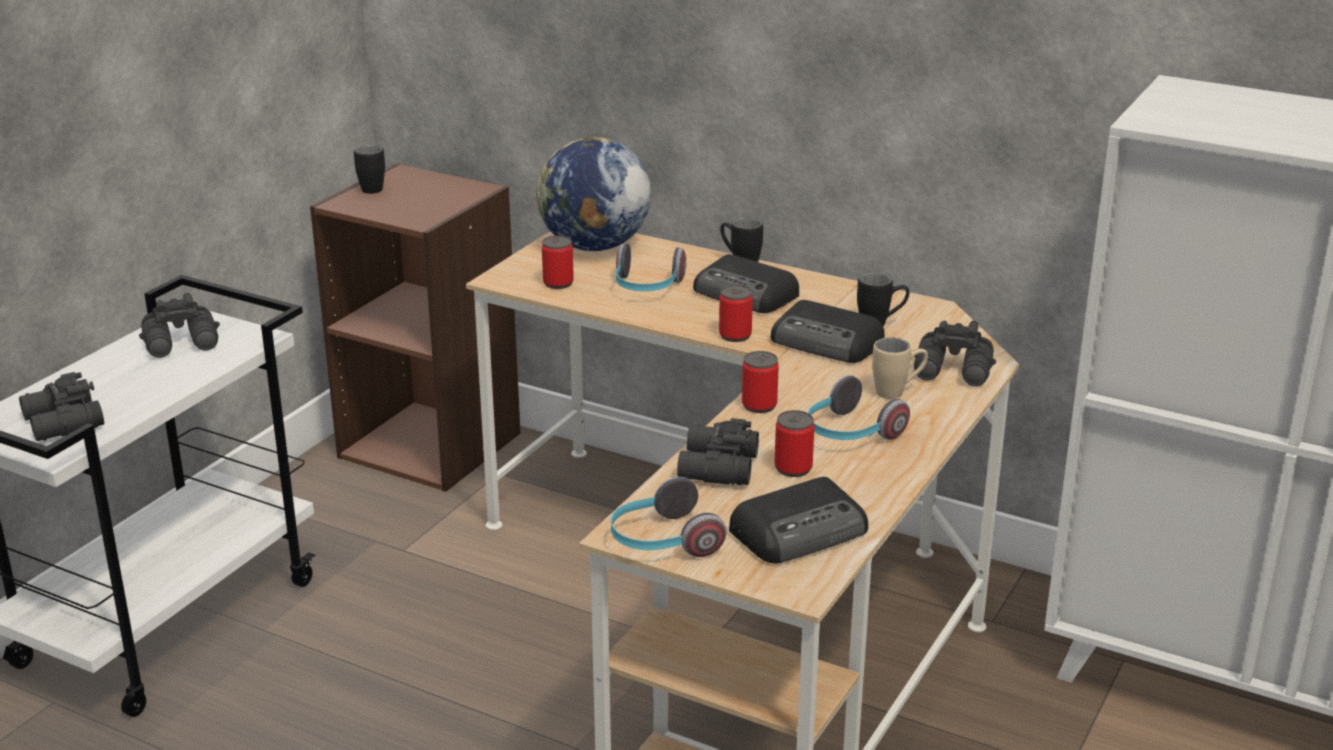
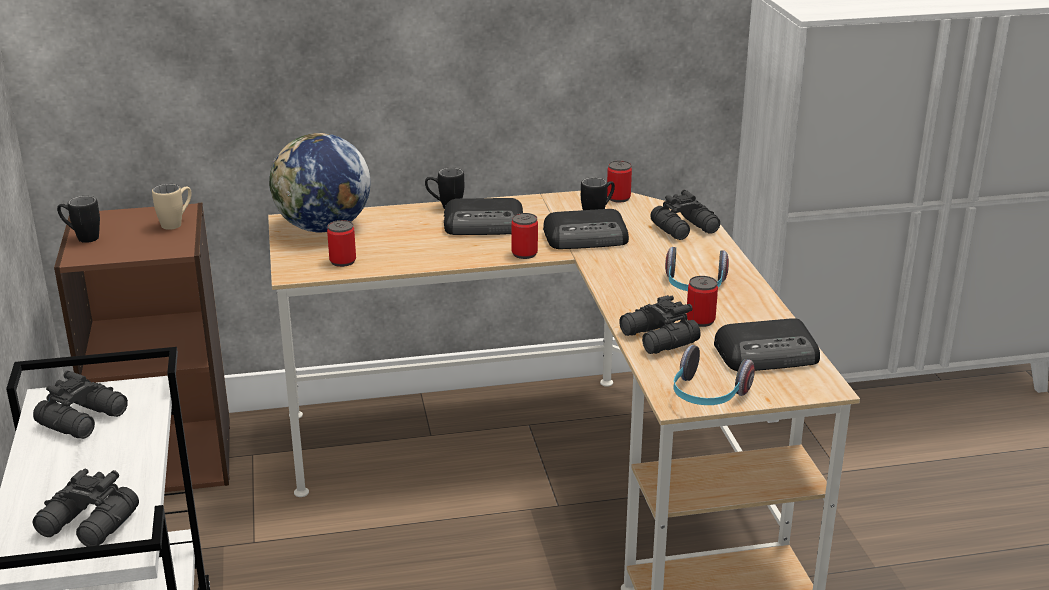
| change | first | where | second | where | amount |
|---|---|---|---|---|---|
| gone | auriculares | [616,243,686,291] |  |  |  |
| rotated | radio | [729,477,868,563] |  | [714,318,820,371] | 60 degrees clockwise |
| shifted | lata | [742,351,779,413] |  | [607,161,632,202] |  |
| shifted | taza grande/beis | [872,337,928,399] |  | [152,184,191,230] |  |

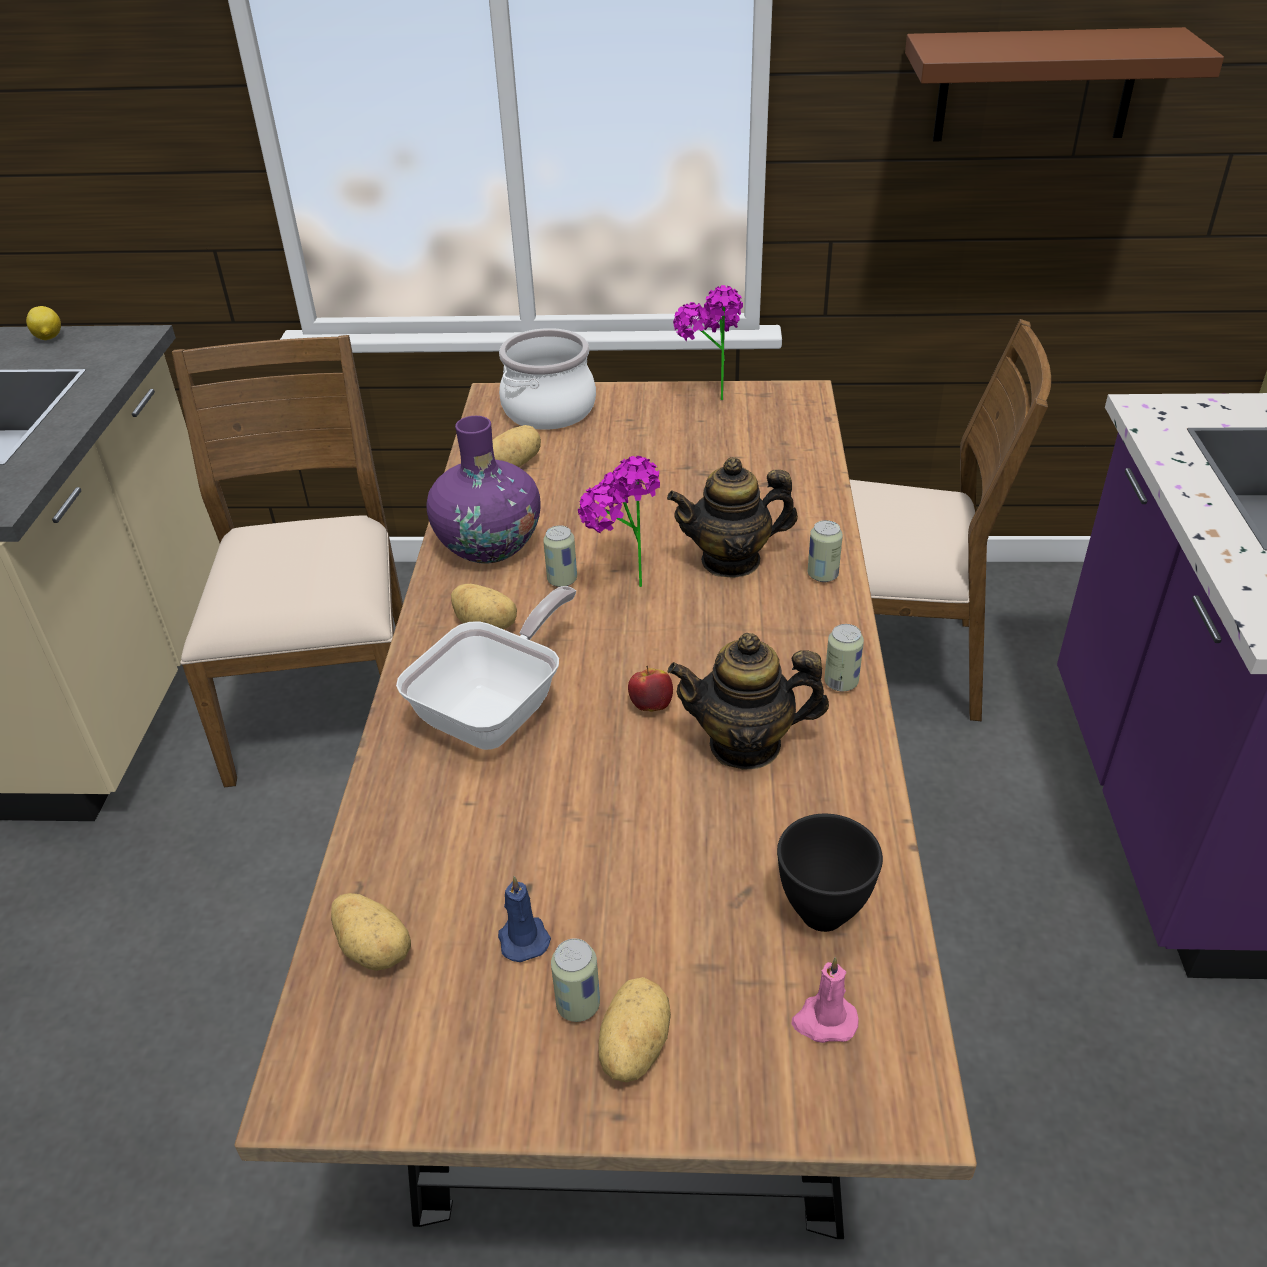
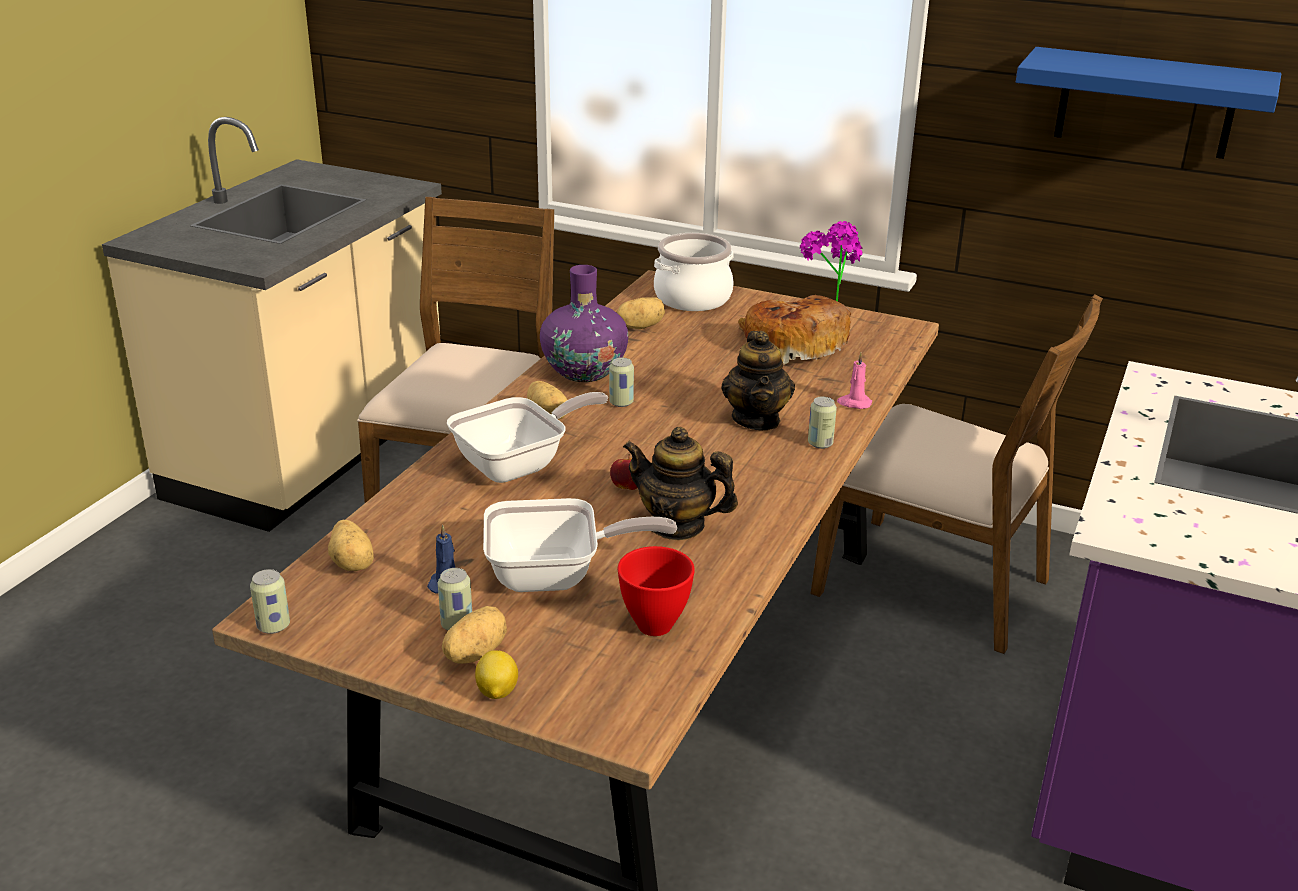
| change | first | where | second | where | amount |
|---|---|---|---|---|---|
| shifted | limón | [26,306,61,340] |  | [475,650,518,699] |  |
| gone | planta en maceta | [578,456,660,587] |  |  |  |
| rotated | tetera | [667,457,798,578] |  | [721,331,795,430] | 105 degrees counterclockwise |
| repainted | cuenco/negro | [777,814,883,932] | cuenco/rojo | [618,546,695,636] |  |
| shifted | vela/rosa | [791,957,859,1043] |  | [837,353,872,409] |  |
| shifted | lata | [824,624,864,691] |  | [250,569,290,634] |  |
| repainted | estante/marrón | [905,27,1224,141] | estante/azul | [1016,47,1281,159] |  |
| new |  |  | sartén | [483,498,677,592] |  |
| new |  |  | pan | [738,295,851,365] |  |

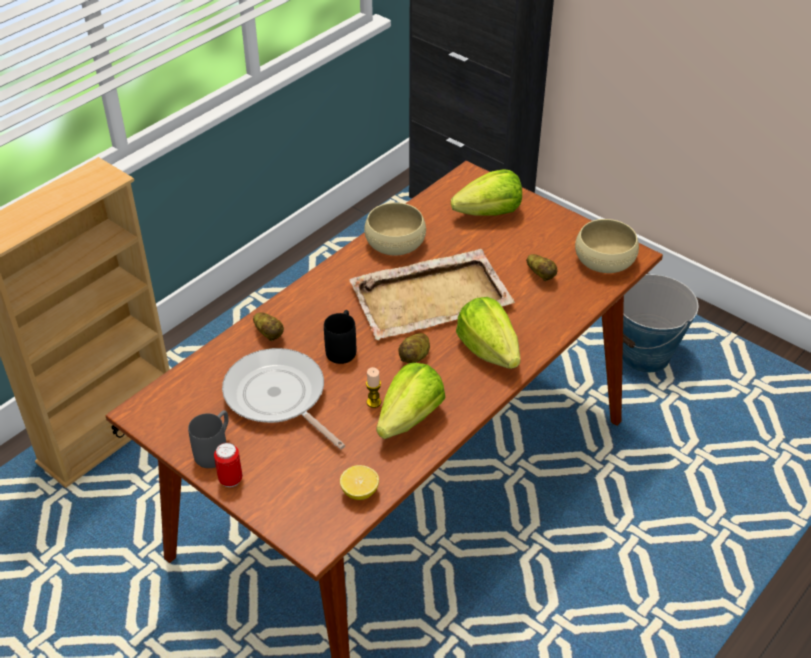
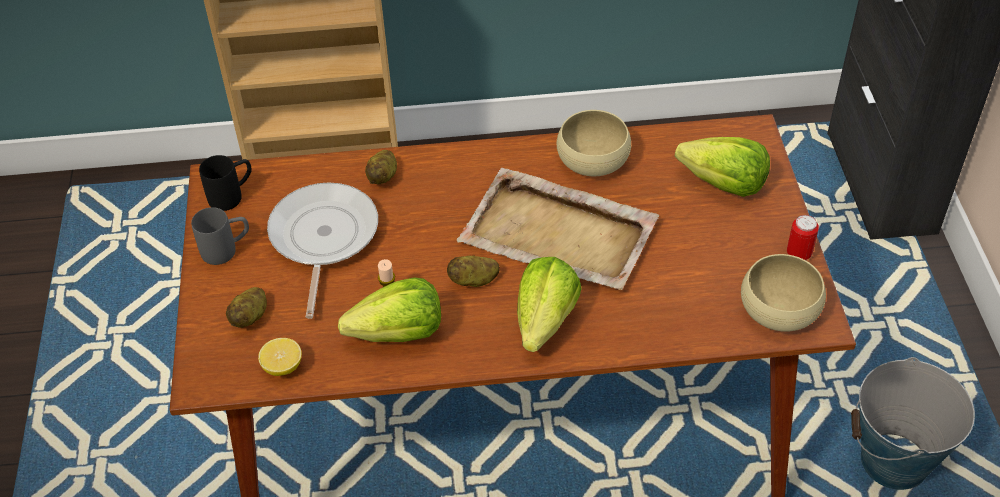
| change | first | where | second | where | amount |
|---|---|---|---|---|---|
| shifted | lata | [214,443,243,487] |  | [787,215,819,260] |  |
| shifted | taza grande/negro | [324,310,356,364] |  | [199,155,252,211] |  |
| shifted | patata | [526,254,557,281] |  | [226,287,267,328] |  |

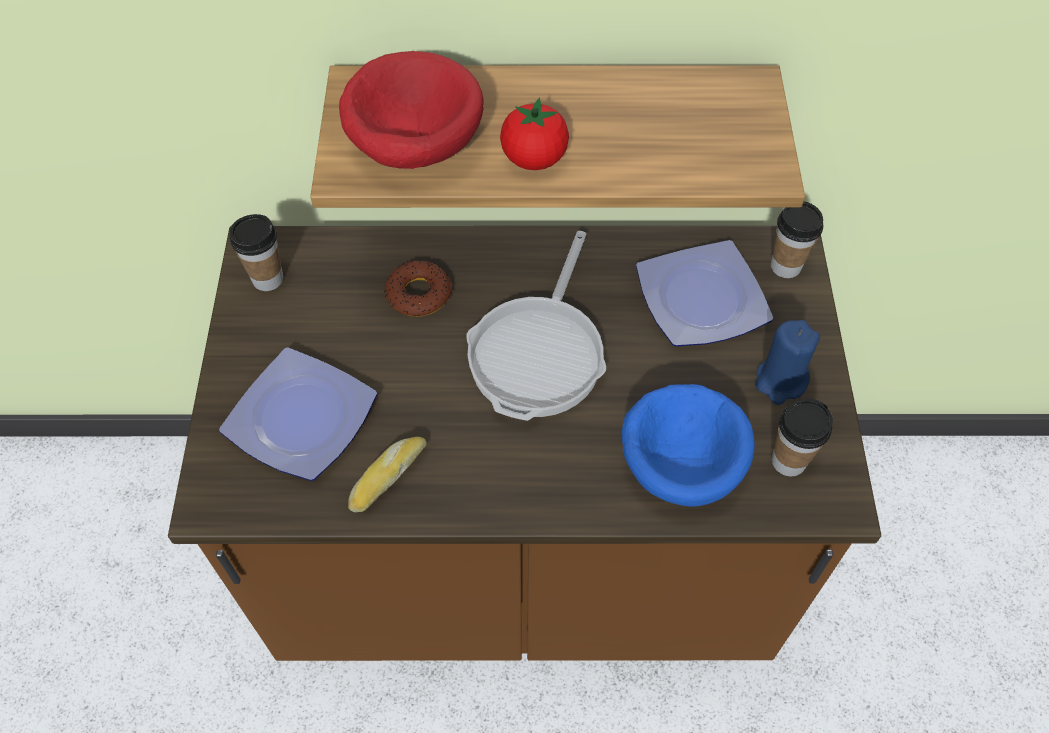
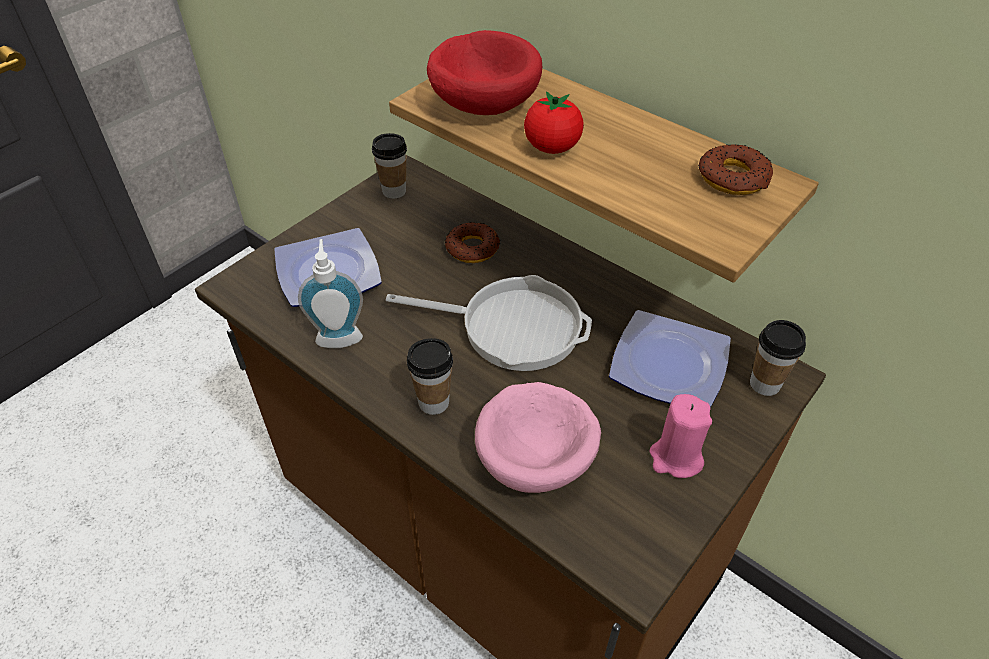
| change | first | where | second | where | amount |
|---|---|---|---|---|---|
| swapped | pan | [348,437,427,512] | dispensador de jabón | [298,239,363,348] |  |
| rotated | sartén | [466,231,606,421] |  | [386,275,592,371] | 135 degrees counterclockwise |
| repainted | cuenco/azul | [622,384,755,507] | cuenco/rosa | [475,382,601,493] |  |
| repainted | vela/azul | [756,320,820,405] | vela/rosa | [649,394,712,478] |  |
| shifted | taza | [772,398,833,477] |  | [407,338,453,415] |  |
| new |  |  | rosquilla | [698,144,773,195] |  |

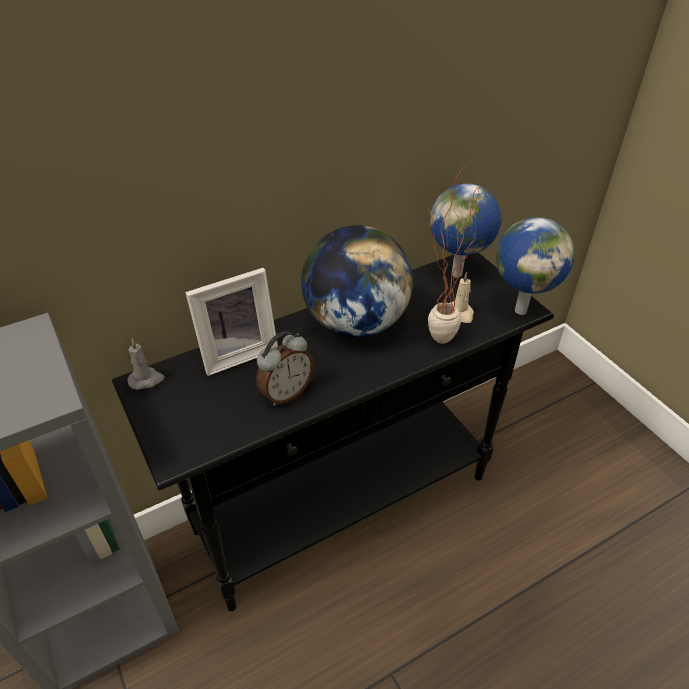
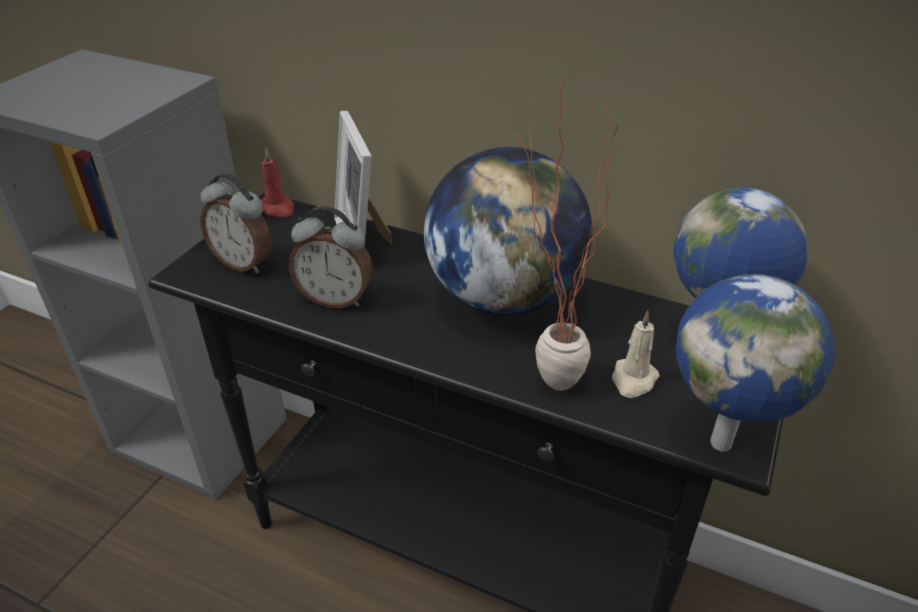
| change | first | where | second | where | amount |
|---|---|---|---|---|---|
| repainted | vela/gris | [128,339,164,390] | vela/rojo | [261,148,294,217] |  |
| rotated | portarretratos | [185,268,278,376] |  | [334,111,392,246] | 45 degrees clockwise |
| new |  |  | despertador | [200,173,271,274] |  |

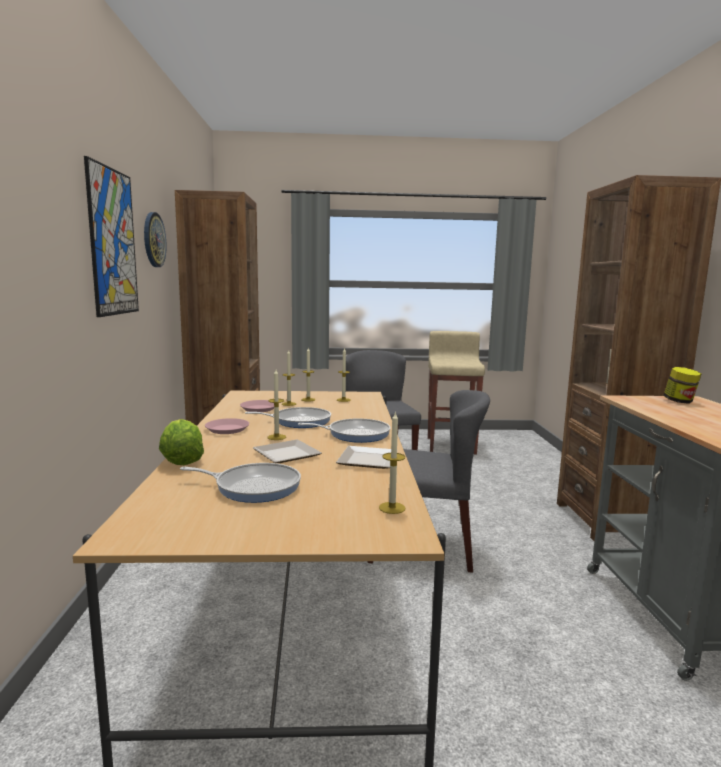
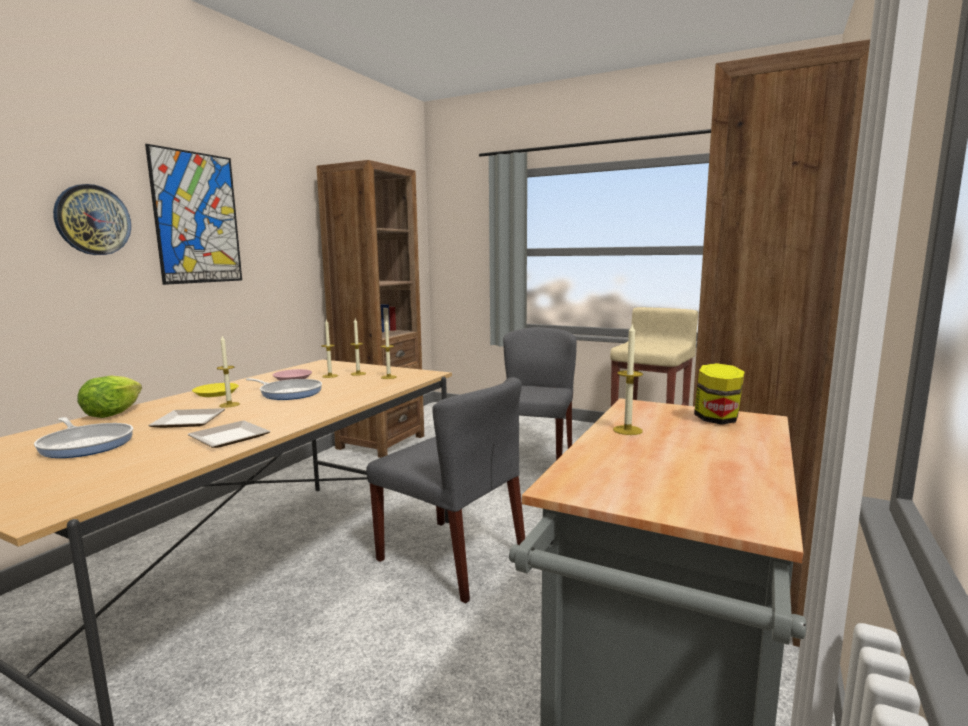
| change | first | where | second | where | amount |
|---|---|---|---|---|---|
| shifted | reloj de pared | [144,212,167,267] |  | [53,184,131,255] |  |
| repainted | plato/rosa | [205,418,249,434] | plato/amarillo | [192,383,239,397] |  |
| gone | sartén | [298,418,390,443] |  |  |  |
| shifted | vela | [379,411,405,514] |  | [613,323,643,435] |  |

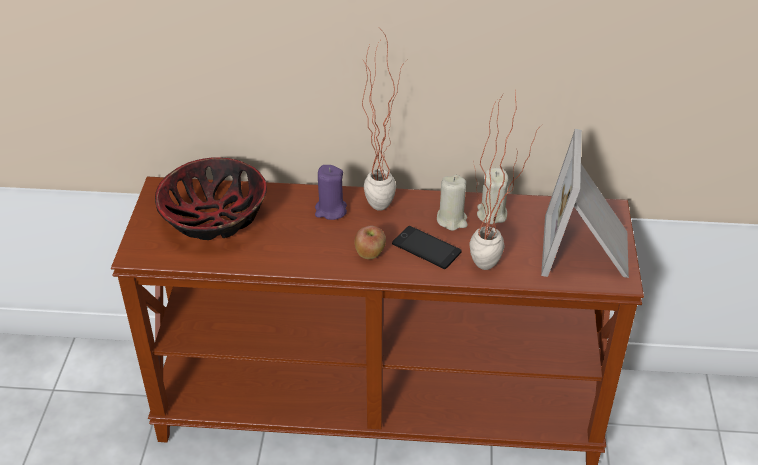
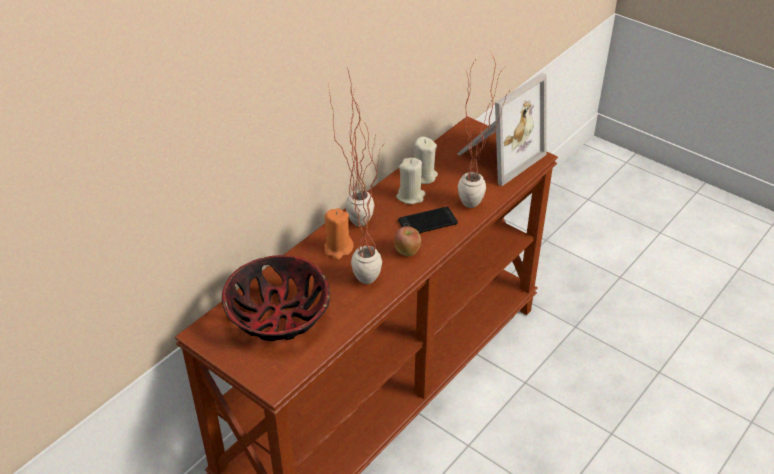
| change | first | where | second | where | amount |
|---|---|---|---|---|---|
| repainted | vela/morado | [315,165,347,220] | vela/naranja | [324,208,354,260] |  |
| rotated | portarretratos | [541,129,629,278] |  | [457,73,547,186] | 90 degrees counterclockwise |
| new |  |  | planta en maceta | [349,118,382,284] |  |

